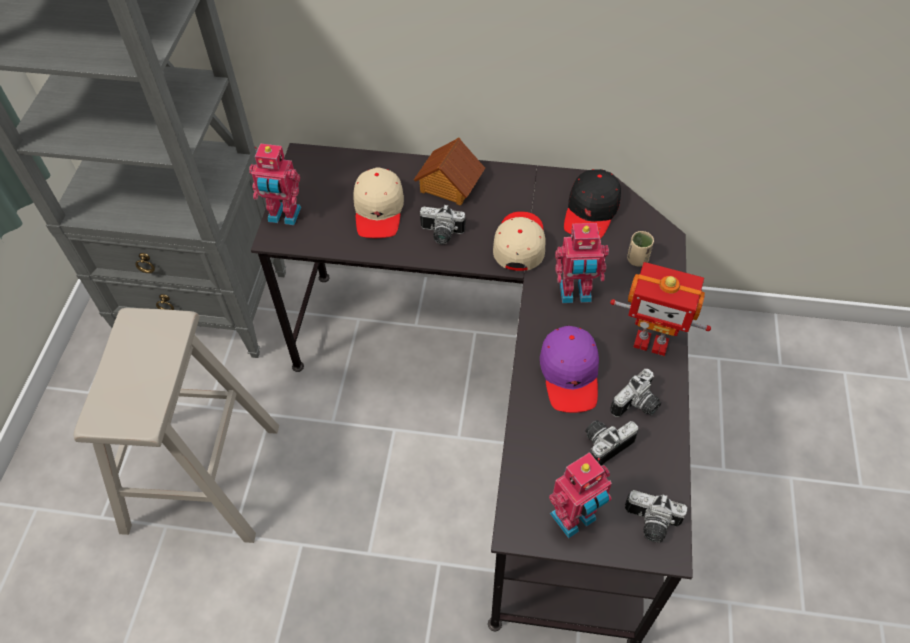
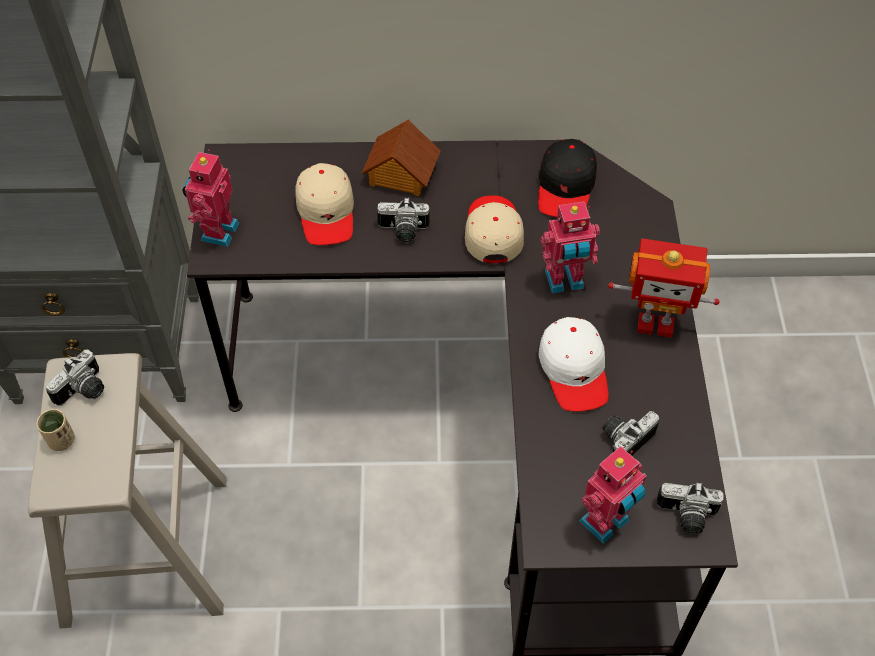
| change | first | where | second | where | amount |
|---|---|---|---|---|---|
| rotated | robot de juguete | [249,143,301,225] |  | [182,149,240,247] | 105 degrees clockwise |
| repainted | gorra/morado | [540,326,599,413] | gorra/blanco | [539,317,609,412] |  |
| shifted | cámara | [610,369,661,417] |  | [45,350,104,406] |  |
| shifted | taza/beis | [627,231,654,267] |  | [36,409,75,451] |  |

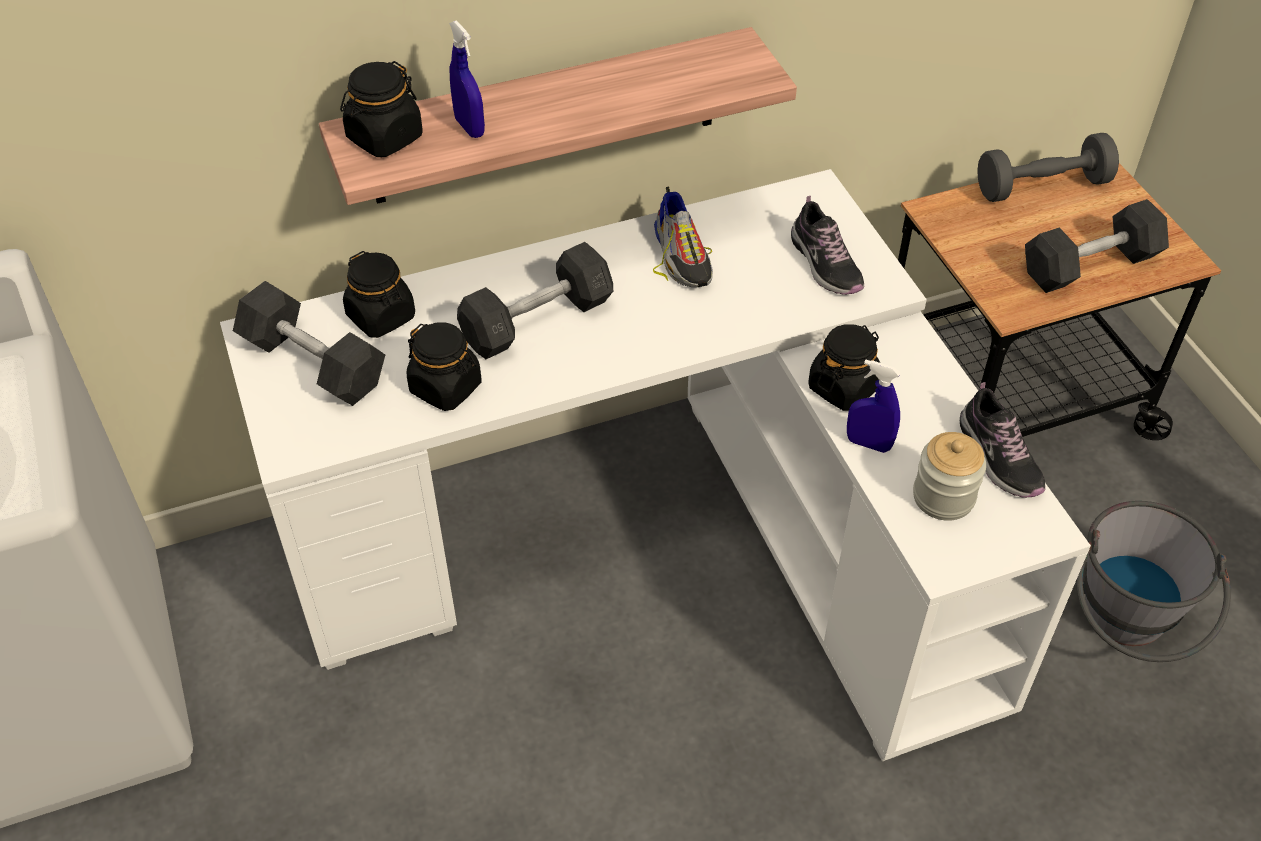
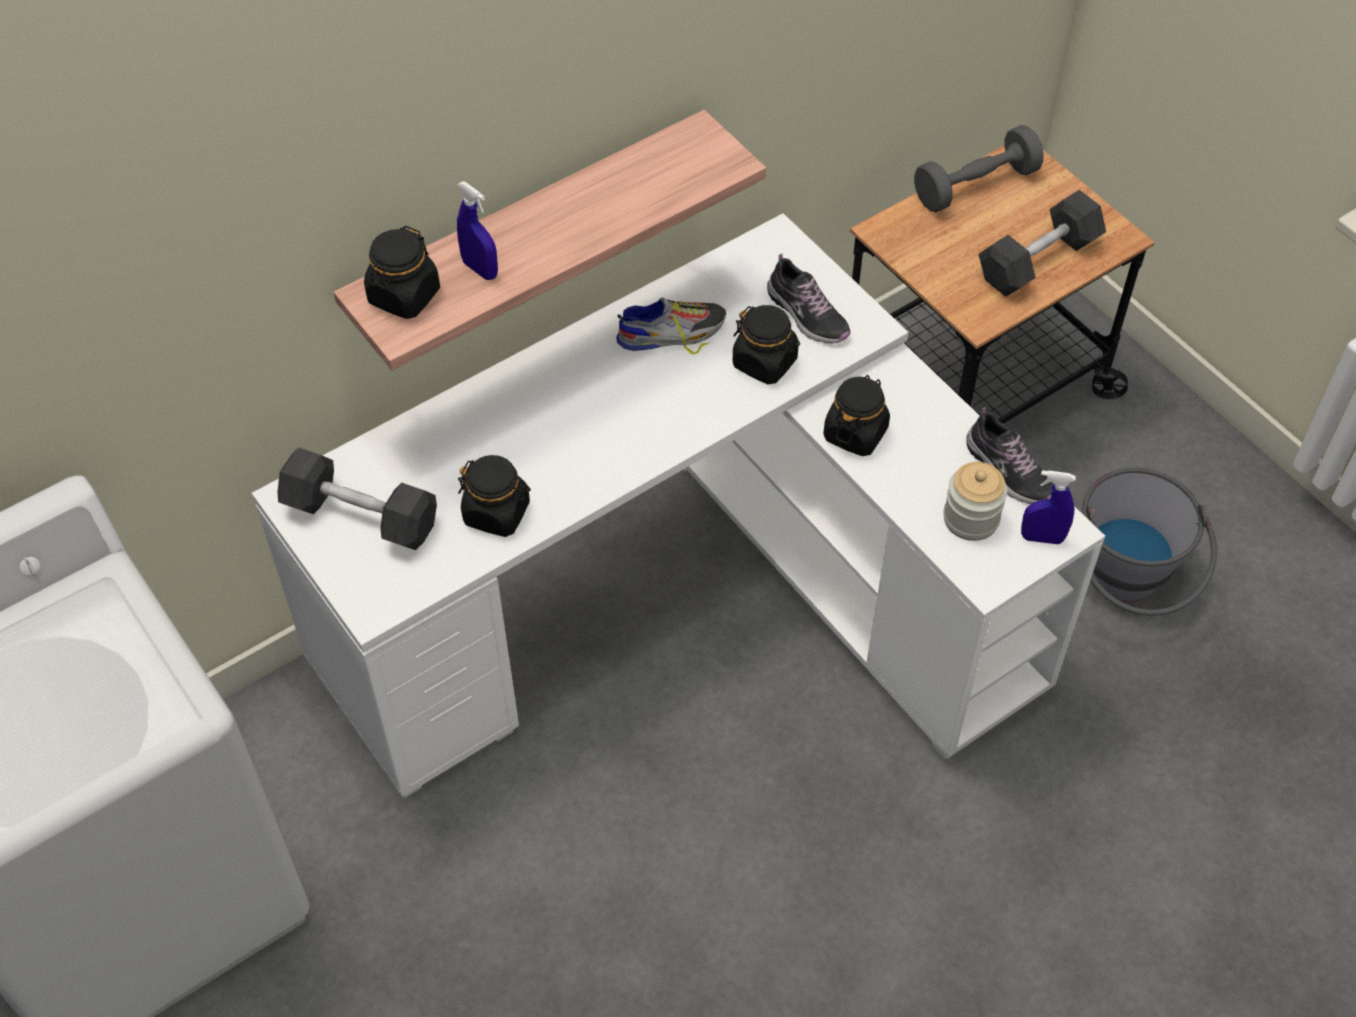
| change | first | where | second | where | amount |
|---|---|---|---|---|---|
| shifted | tarro/negro | [343,251,415,338] |  | [733,305,800,384] |  |
| gone | mancuerna/gris | [457,242,613,359] |  |  |  |
| rotated | zapato | [653,186,713,287] |  | [616,298,726,354] | 75 degrees counterclockwise |
| shifted | pulverizador/azul | [847,359,900,453] |  | [1021,470,1075,544] |  |

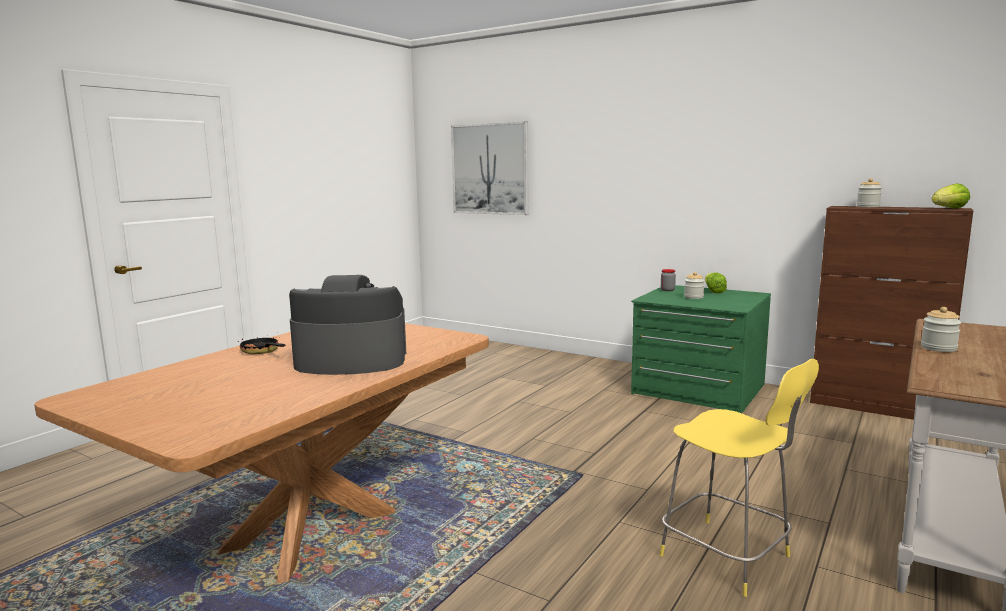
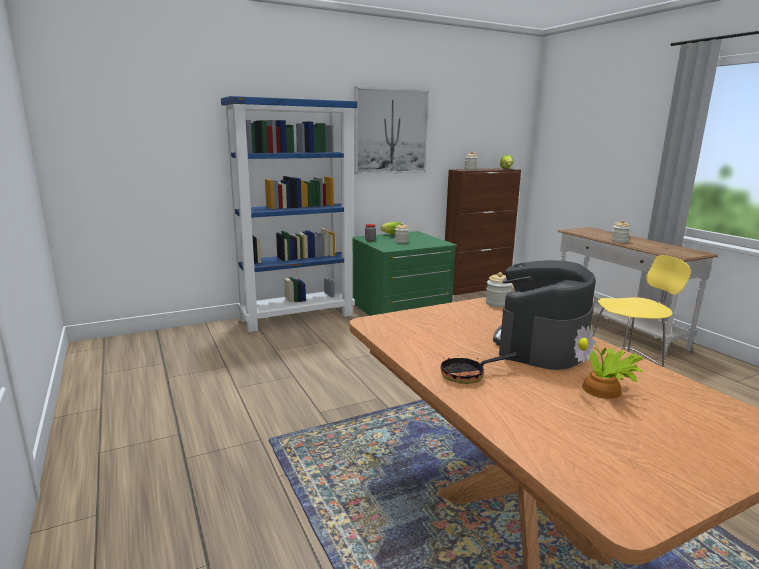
| change | first | where | second | where | amount |
|---|---|---|---|---|---|
| shifted | cuadro | [451,121,528,215] |  | [354,87,429,174] |  |
| new |  |  | estantería/azul | [221,96,357,332] |  |
| new |  |  | tarro | [485,272,512,307] |  |
| new |  |  | planta en maceta | [574,325,644,399] |  |

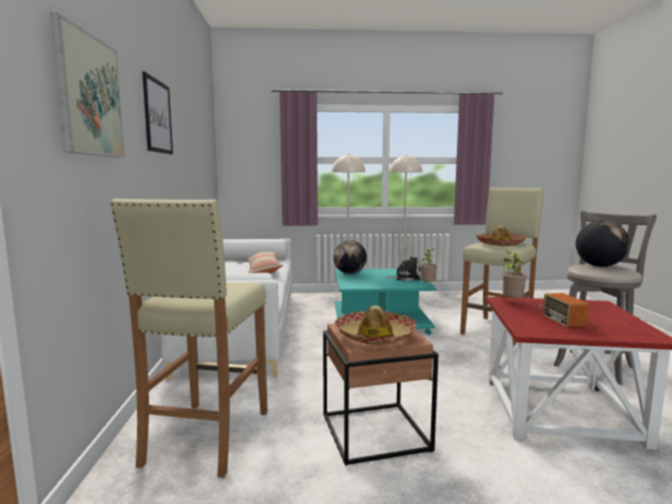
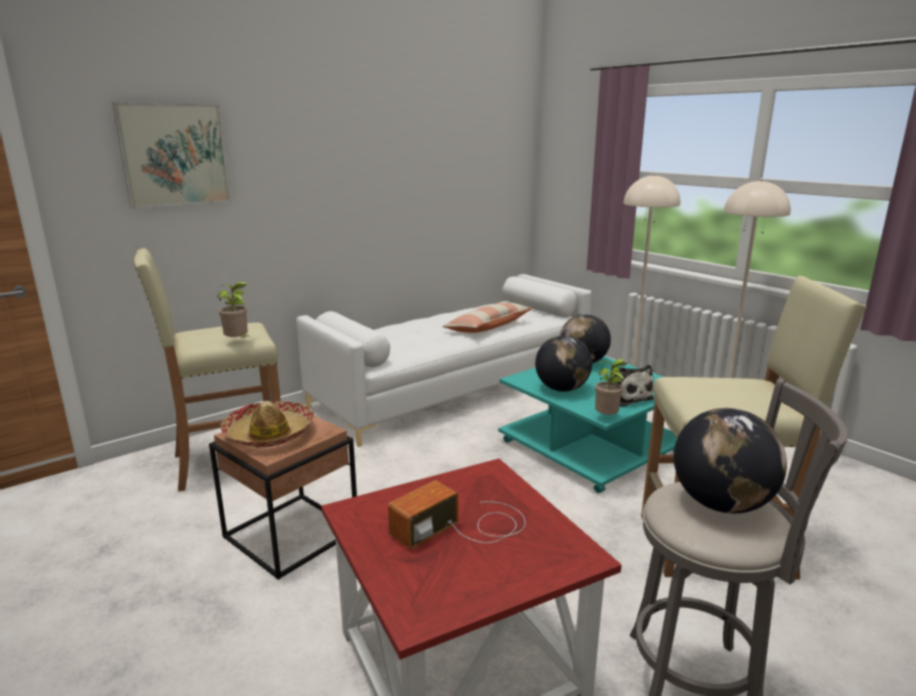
| change | first | where | second | where | amount |
|---|---|---|---|---|---|
| gone | cuadro | [142,72,173,155] |  |  |  |
| gone | sombrero | [475,226,527,246] |  |  |  |
| shifted | planta en maceta | [502,251,527,299] |  | [218,282,251,338] |  |
| new |  |  | globo terráqueo | [535,335,592,392] |  |

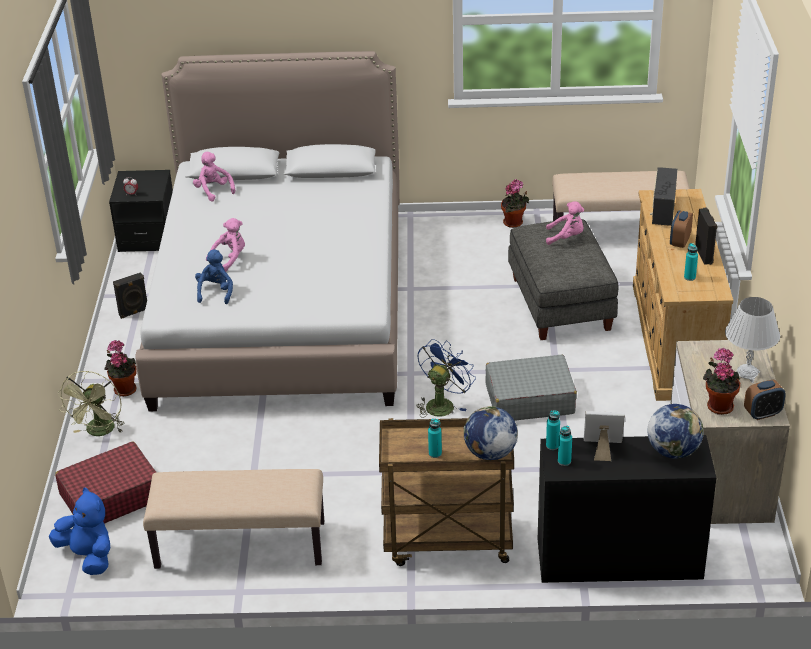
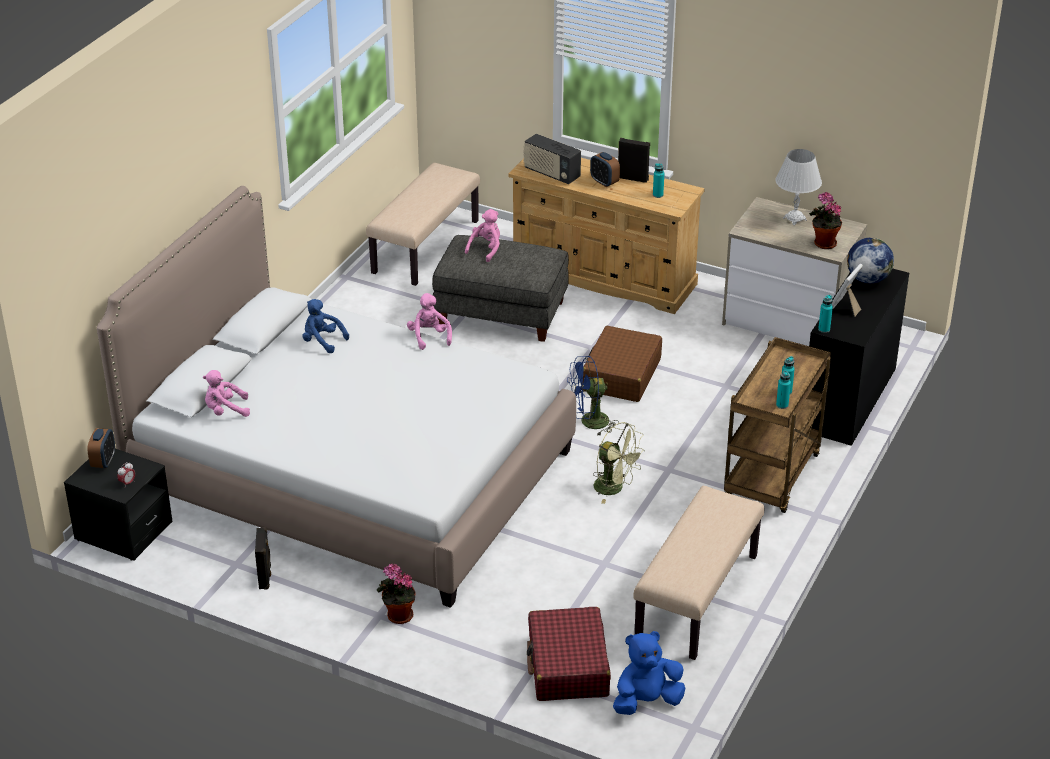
| change | first | where | second | where | amount |
|---|---|---|---|---|---|
| shifted | ventilador/verde | [58,371,123,436] |  | [593,422,645,504] |  |
| shifted | peluche/azul | [195,250,233,304] |  | [302,299,349,353] |  |
| shifted | peluche/rosa | [206,218,245,272] |  | [407,293,452,350] |  |
| rotated | ventilador/azul | [416,339,476,418] |  | [567,356,619,435] | 75 degrees counterclockwise |
| gone | globo terráqueo | [464,406,518,460] |  |  |  |
| repainted | maleta/gris | [486,354,577,421] | maleta/marrón | [583,326,662,402] |  |
| gone | planta en maceta | [501,179,529,228] |  |  |  |
| shifted | botella/turquesa | [558,425,572,466] |  | [776,370,791,409] |  |
| shifted | despertador | [744,380,786,420] |  | [87,428,115,468] |  |

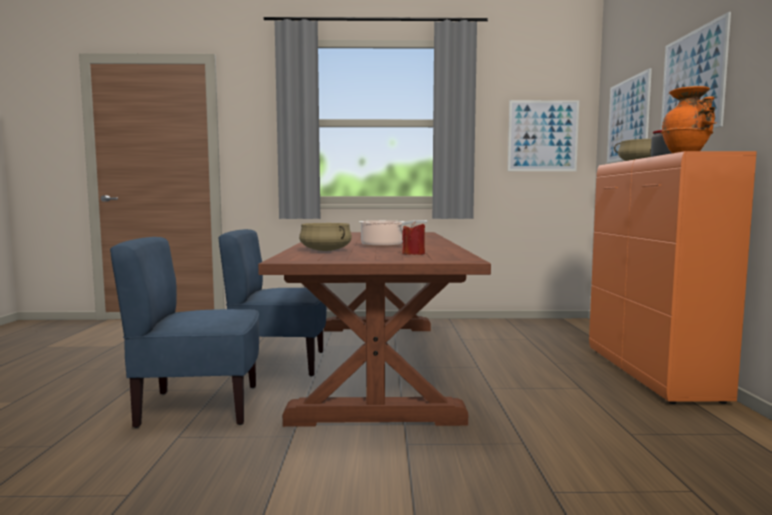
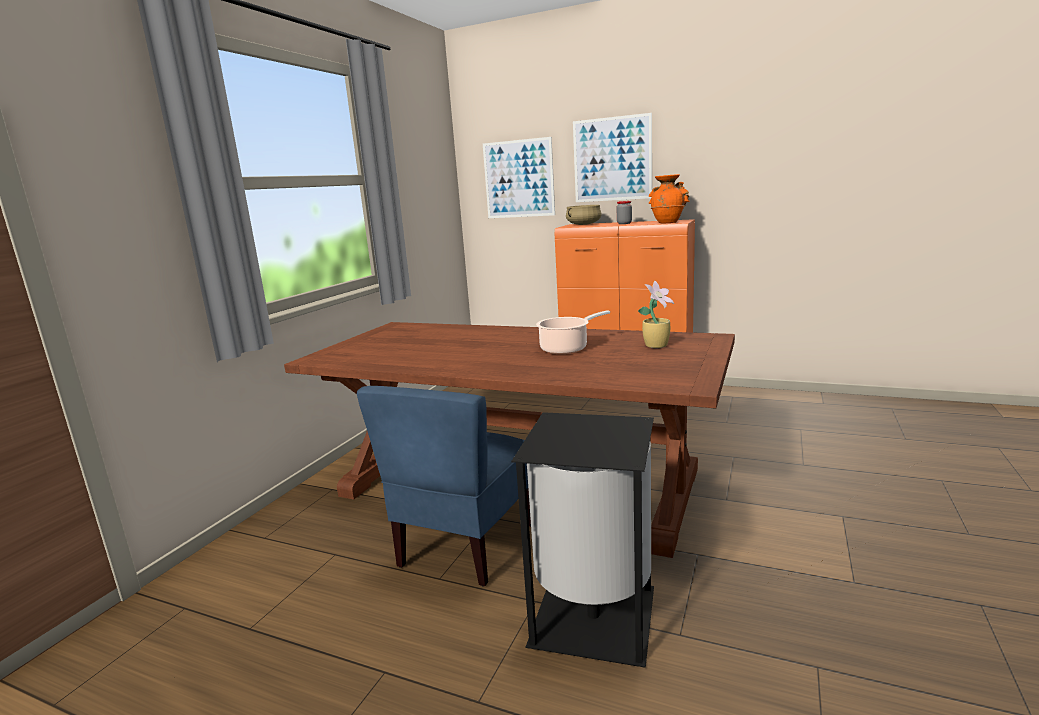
| change | first | where | second | where | amount |
|---|---|---|---|---|---|
| swapped | silla/azul | [110,237,259,428] | papelera/negro | [511,412,654,668] |  |
| gone | olla/beis | [299,223,352,251] |  |  |  |
| swapped | vela/rojo | [402,221,425,255] | planta en maceta | [638,281,674,348] |  |
| gone | cuadro | [508,100,579,171] |  |  |  |

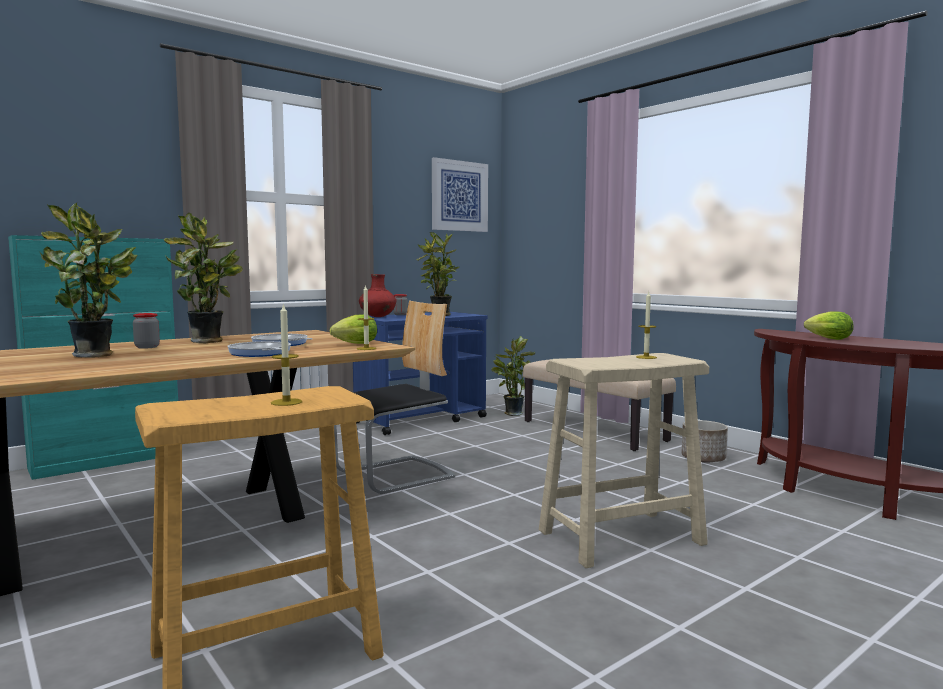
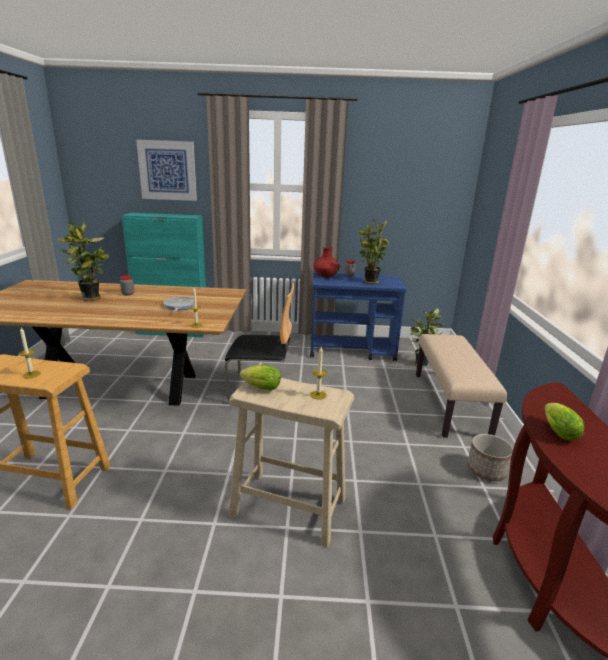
| change | first | where | second | where | amount |
|---|---|---|---|---|---|
| gone | planta en maceta | [164,213,243,343] |  |  |  |
| gone | sartén | [227,341,291,357] |  |  |  |
| shifted | lechuga | [330,314,377,344] |  | [239,365,281,390] |  |
| shifted | cuadro | [432,157,488,232] |  | [136,139,197,201] |  |

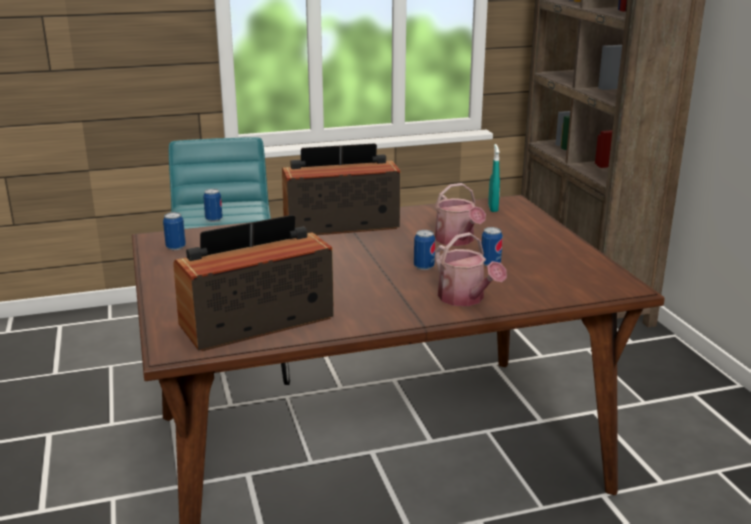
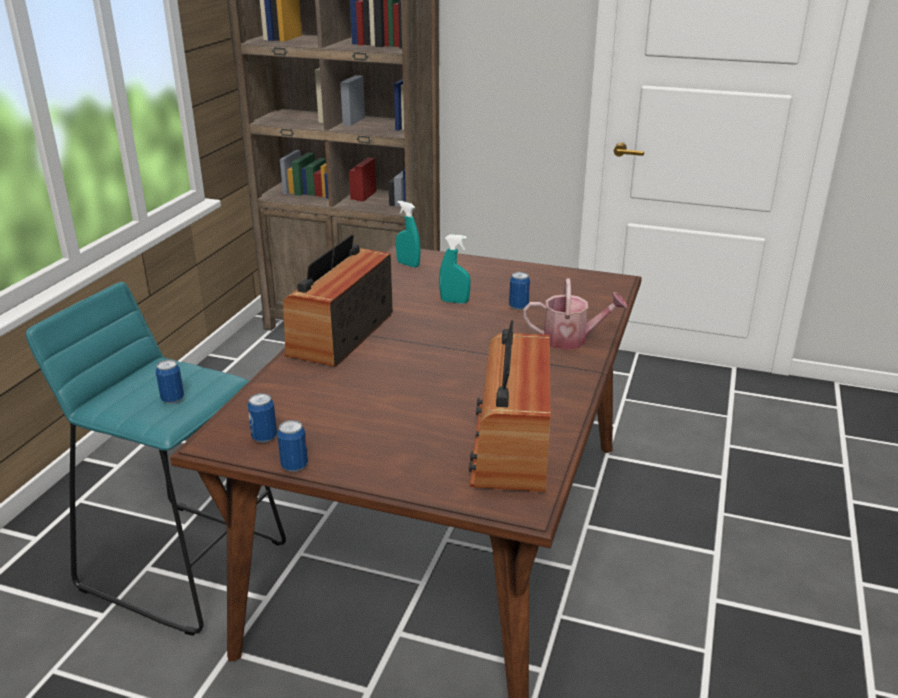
| change | first | where | second | where | amount |
|---|---|---|---|---|---|
| shifted | lata | [414,230,435,270] |  | [277,420,308,472] |  |
| swapped | regadera | [435,183,486,246] | pulverizador/turquesa | [439,234,471,304] |  |

